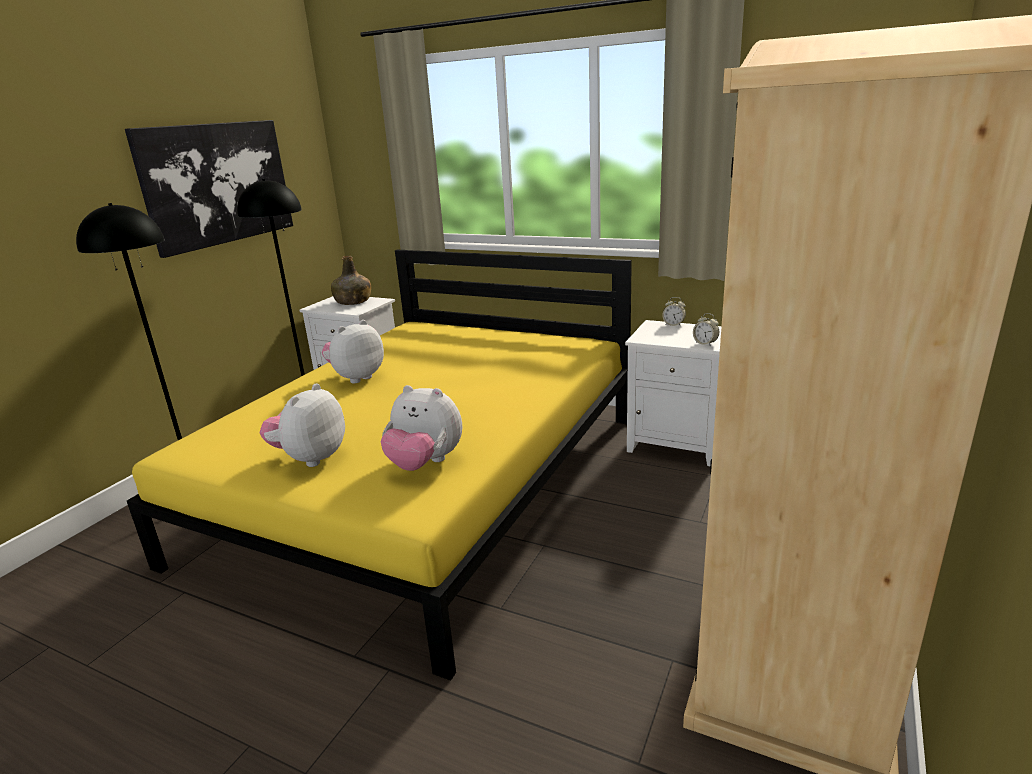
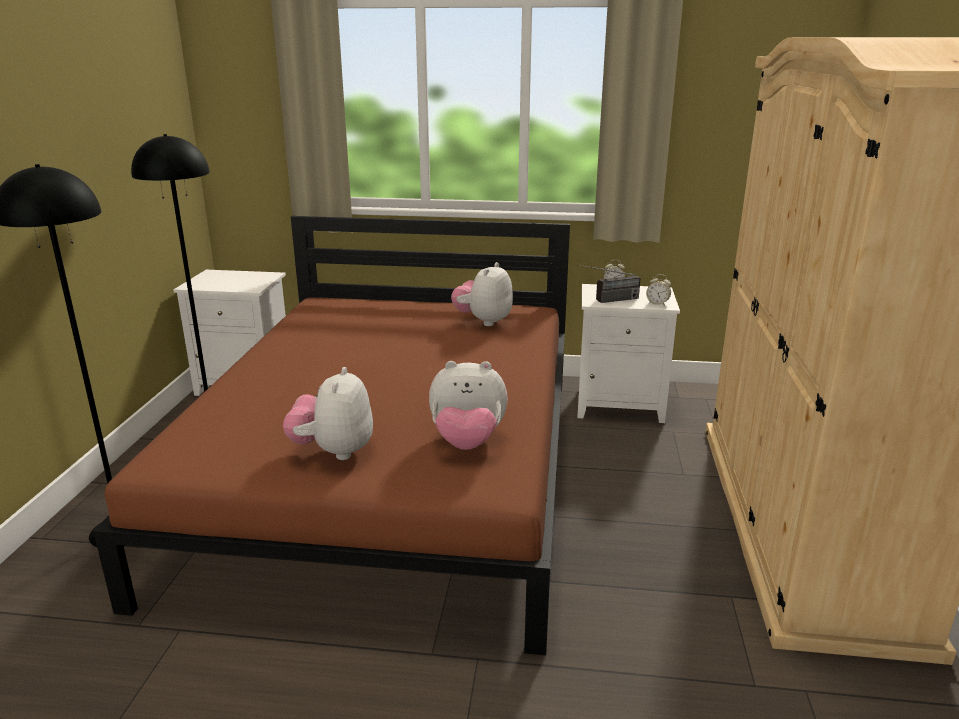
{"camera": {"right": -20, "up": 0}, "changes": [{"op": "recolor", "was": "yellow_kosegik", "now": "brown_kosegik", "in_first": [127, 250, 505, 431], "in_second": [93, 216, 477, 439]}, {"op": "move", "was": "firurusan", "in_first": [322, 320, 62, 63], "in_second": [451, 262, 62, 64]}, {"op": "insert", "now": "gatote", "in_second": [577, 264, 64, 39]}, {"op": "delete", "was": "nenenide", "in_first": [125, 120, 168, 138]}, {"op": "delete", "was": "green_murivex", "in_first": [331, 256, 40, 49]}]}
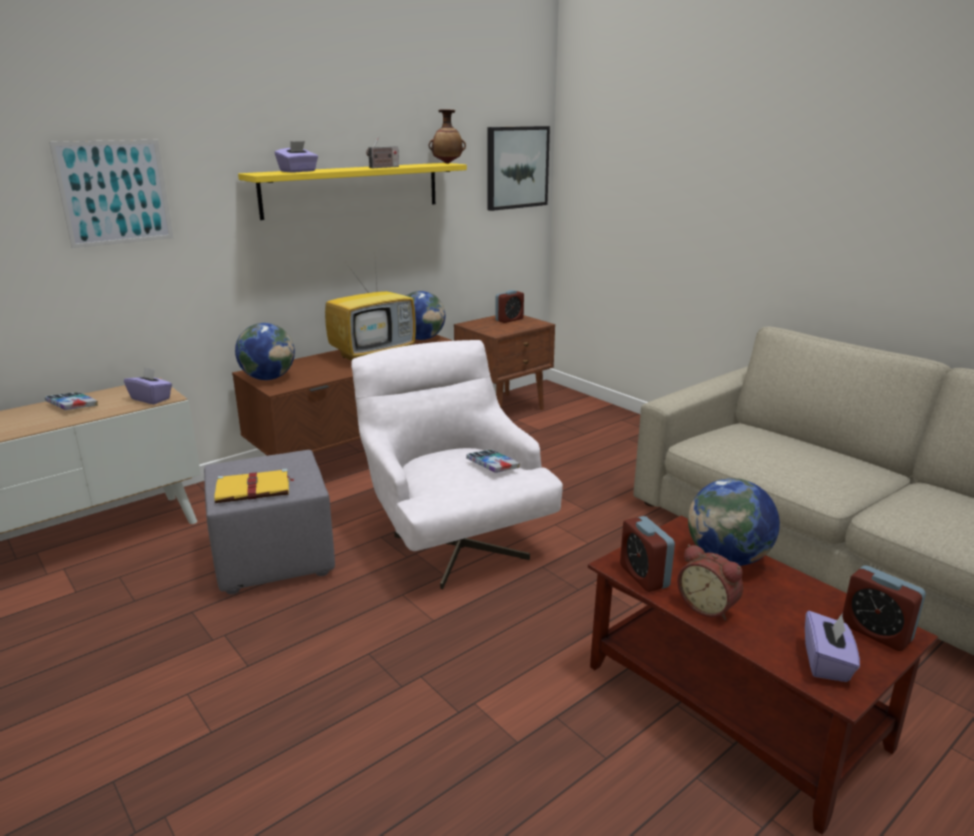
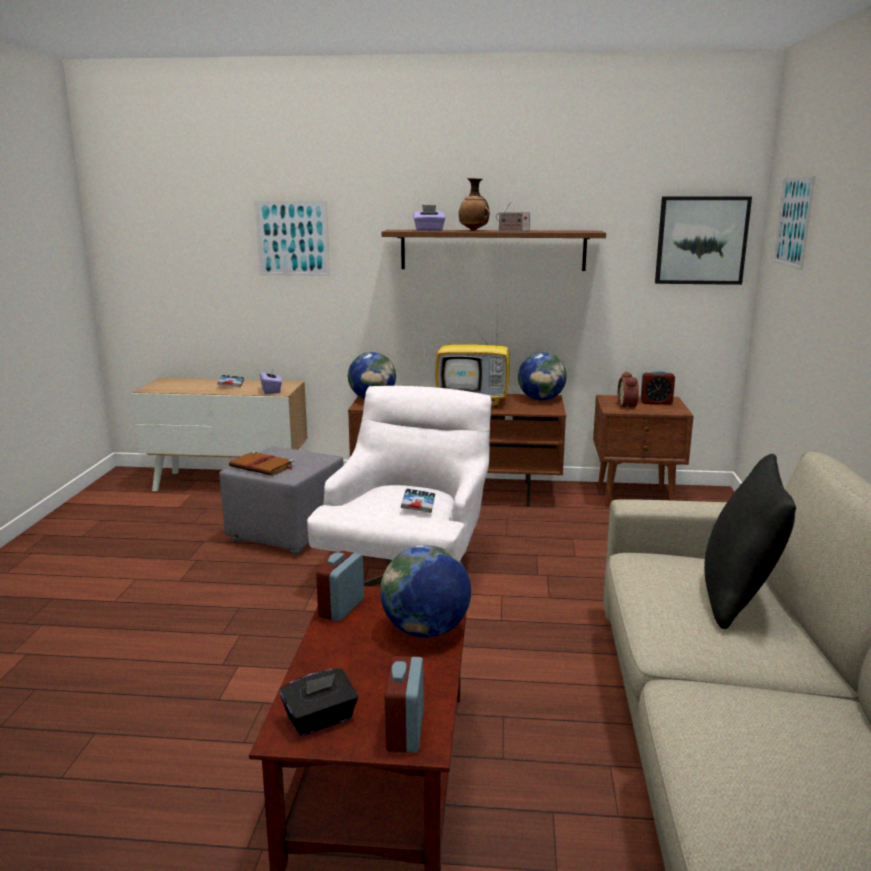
{"camera": {"right": 45, "up": -5}, "changes": [{"op": "recolor", "was": "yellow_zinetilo", "now": "brown_zinetilo", "in_first": [214, 469, 81, 34], "in_second": [229, 451, 65, 25]}, {"op": "recolor", "was": "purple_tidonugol", "now": "black_tidonugol", "in_first": [805, 611, 55, 71], "in_second": [280, 669, 78, 67]}, {"op": "recolor", "was": "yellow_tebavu", "now": "brown_tebavu", "in_first": [238, 163, 229, 57], "in_second": [382, 230, 224, 41]}, {"op": "move", "was": "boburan", "in_first": [429, 109, 37, 55], "in_second": [459, 178, 31, 53]}, {"op": "move", "was": "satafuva", "in_first": [677, 544, 66, 77], "in_second": [618, 372, 21, 38]}, {"op": "insert", "now": "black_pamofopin", "in_second": [704, 454, 92, 175]}, {"op": "insert", "now": "nenenide", "in_second": [773, 176, 42, 95]}]}
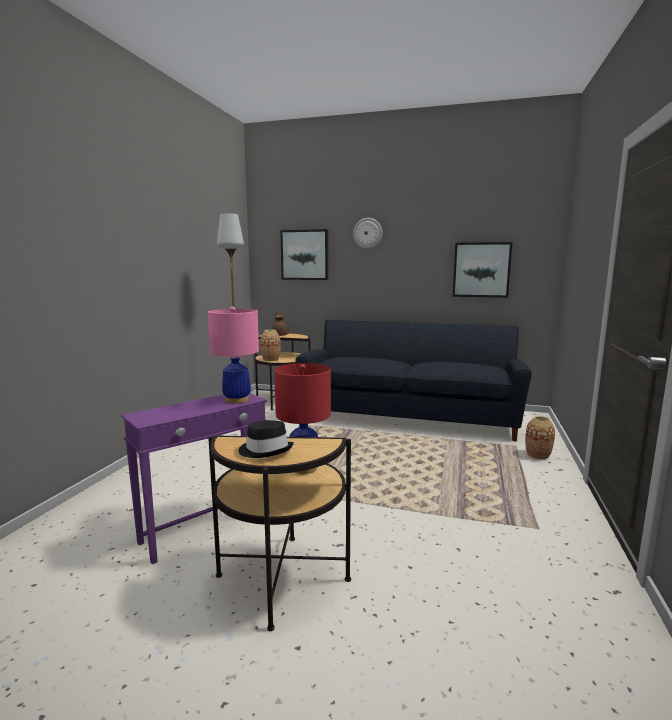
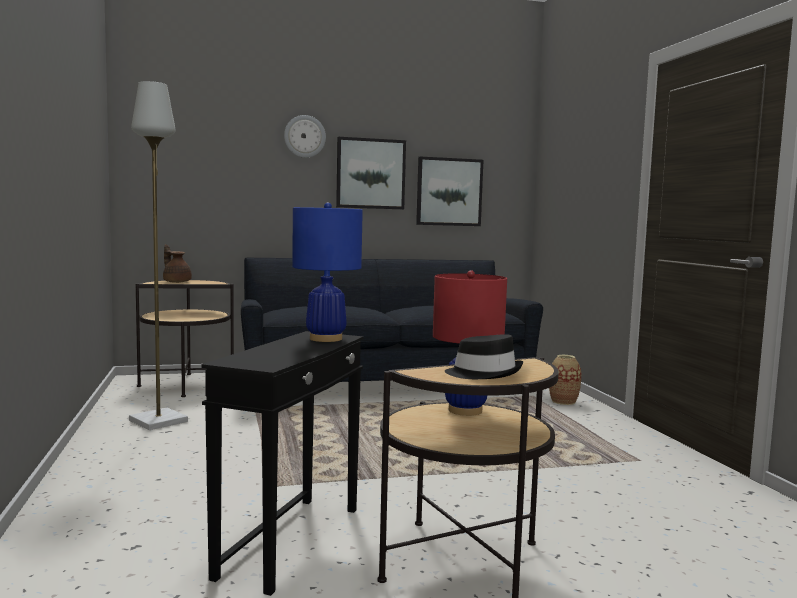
{"camera": {"right": -30, "up": -5}, "changes": [{"op": "recolor", "was": "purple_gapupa", "now": "black_gapupa", "in_first": [121, 393, 146, 172], "in_second": [202, 331, 162, 265]}, {"op": "recolor", "was": "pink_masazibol", "now": "blue_masazibol", "in_first": [208, 307, 51, 96], "in_second": [292, 203, 71, 139]}, {"op": "move", "was": "nenenide", "in_first": [280, 229, 48, 51], "in_second": [336, 137, 70, 72]}, {"op": "delete", "was": "boburan", "in_first": [260, 330, 21, 32]}]}
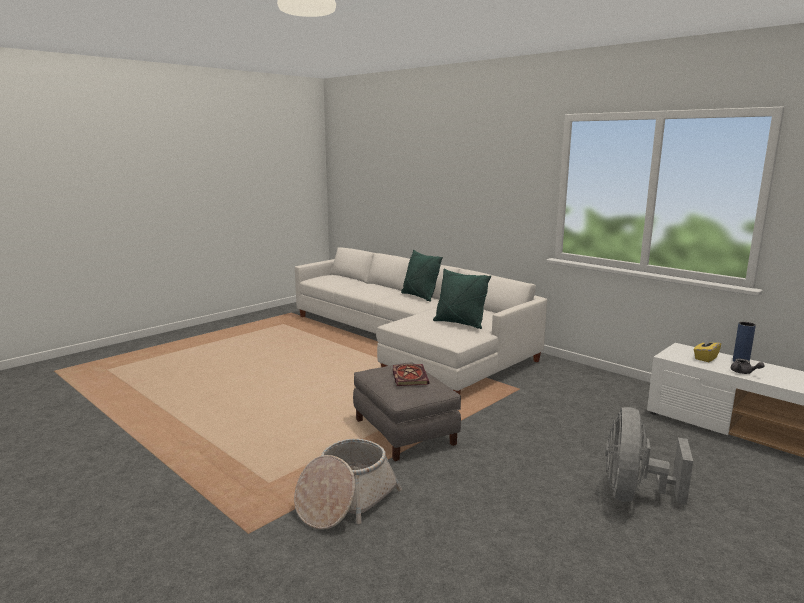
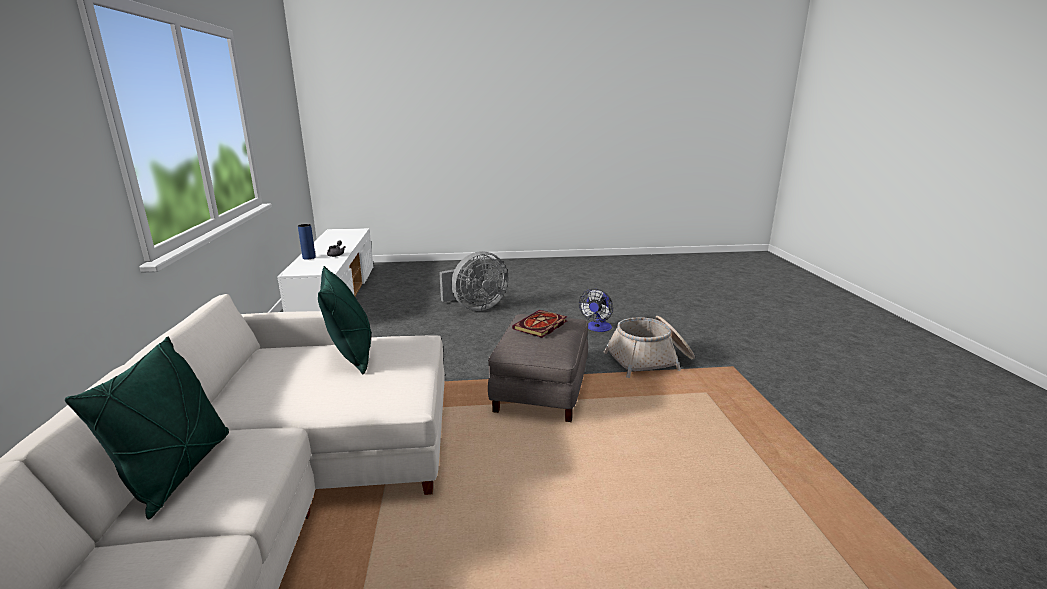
{"camera": {"right": -140, "up": 5}, "changes": [{"op": "insert", "now": "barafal", "in_second": [579, 289, 34, 43]}, {"op": "delete", "was": "yellow_tidonugol", "in_first": [694, 336, 27, 26]}]}
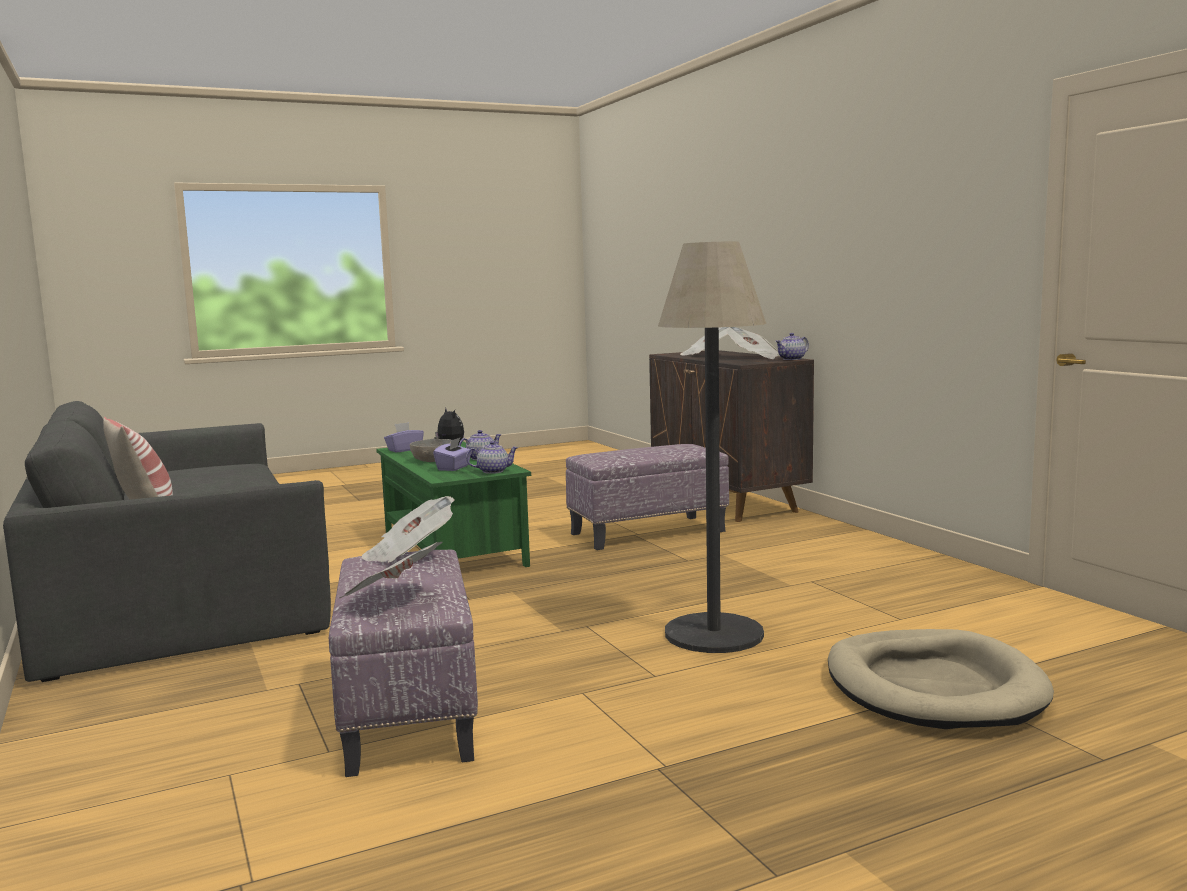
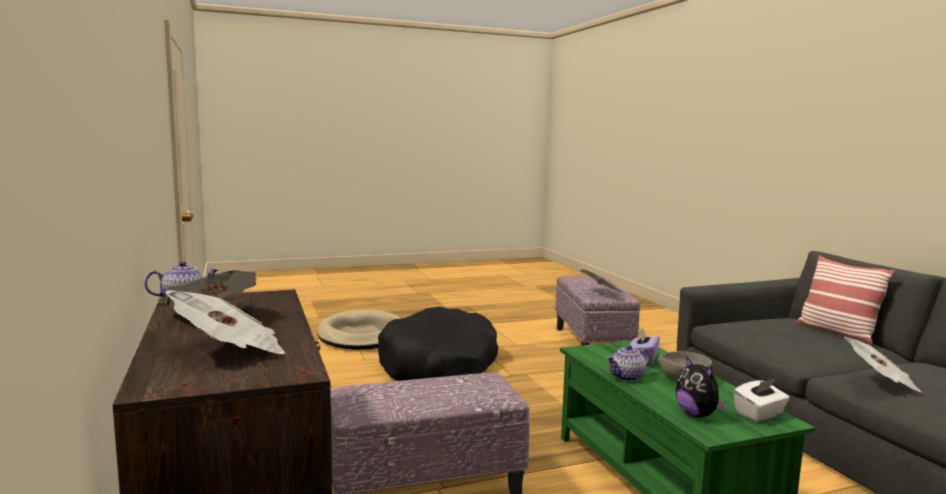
{"camera": {"right": -175, "up": 0}, "changes": [{"op": "replace", "was": "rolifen", "now": "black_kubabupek", "in_first": [658, 241, 108, 412], "in_second": [378, 307, 120, 74]}, {"op": "recolor", "was": "purple_tidonugol", "now": "white_tidonugol", "in_first": [384, 422, 40, 30], "in_second": [733, 379, 56, 43]}, {"op": "move", "was": "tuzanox", "in_first": [340, 542, 103, 56], "in_second": [844, 336, 79, 57]}, {"op": "delete", "was": "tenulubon", "in_first": [466, 441, 52, 33]}]}
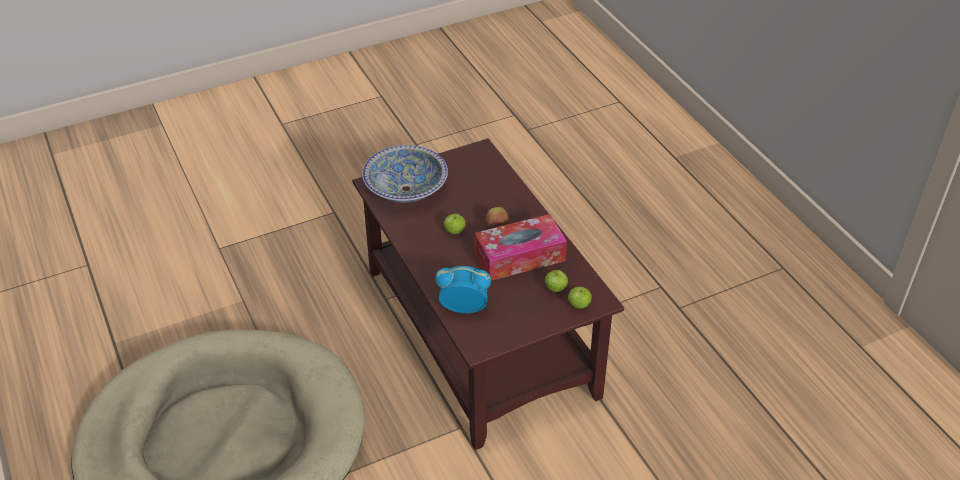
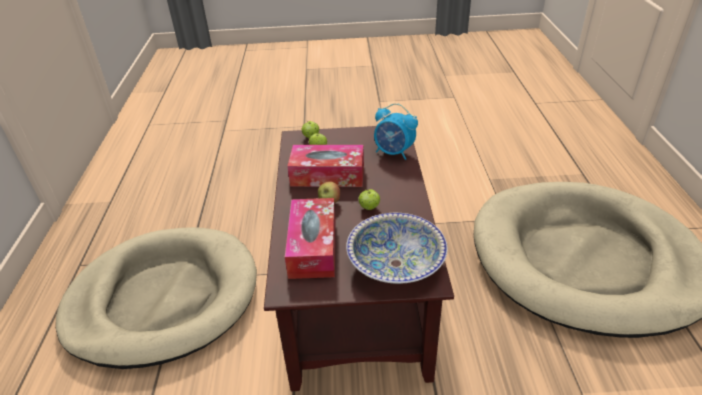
{"camera": {"right": -155, "up": -5}, "changes": [{"op": "insert", "now": "beige_kubabupek", "in_second": [56, 227, 201, 142]}, {"op": "insert", "now": "tidonugol", "in_second": [285, 198, 51, 81]}]}
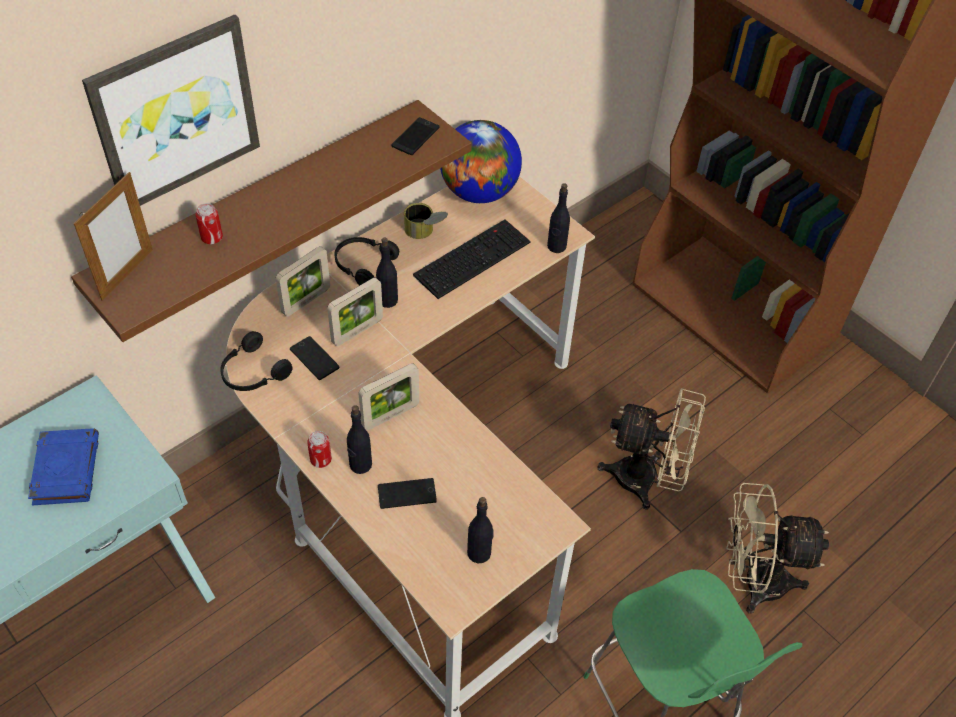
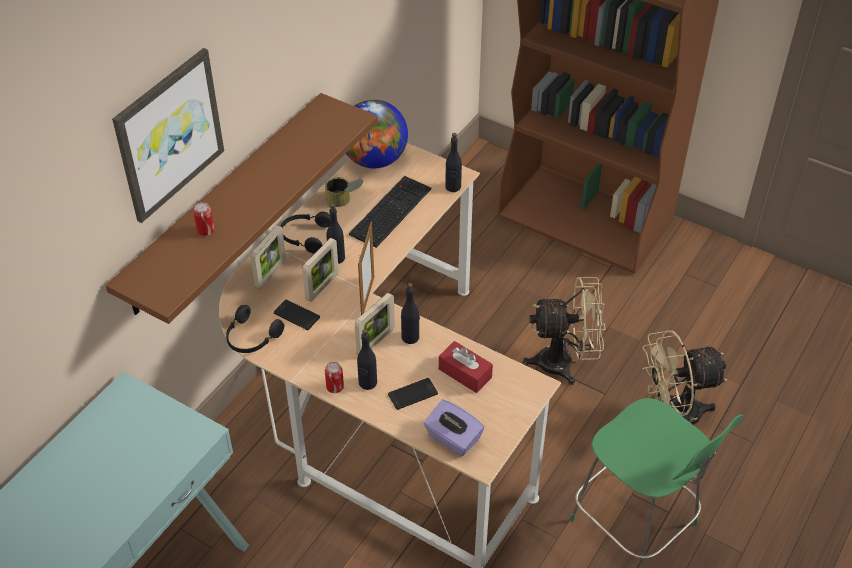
{"camera": {"right": -15, "up": -5}, "changes": [{"op": "move", "was": "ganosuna", "in_first": [74, 172, 79, 129], "in_second": [358, 222, 16, 93]}, {"op": "move", "was": "black_murivex", "in_first": [467, 497, 27, 66], "in_second": [401, 283, 19, 61]}, {"op": "insert", "now": "purple_tidonugol", "in_second": [424, 399, 60, 57]}, {"op": "insert", "now": "red_tidonugol", "in_second": [439, 341, 54, 52]}, {"op": "delete", "was": "blue_zinetilo", "in_first": [28, 428, 71, 77]}, {"op": "delete", "was": "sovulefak", "in_first": [391, 117, 49, 38]}]}
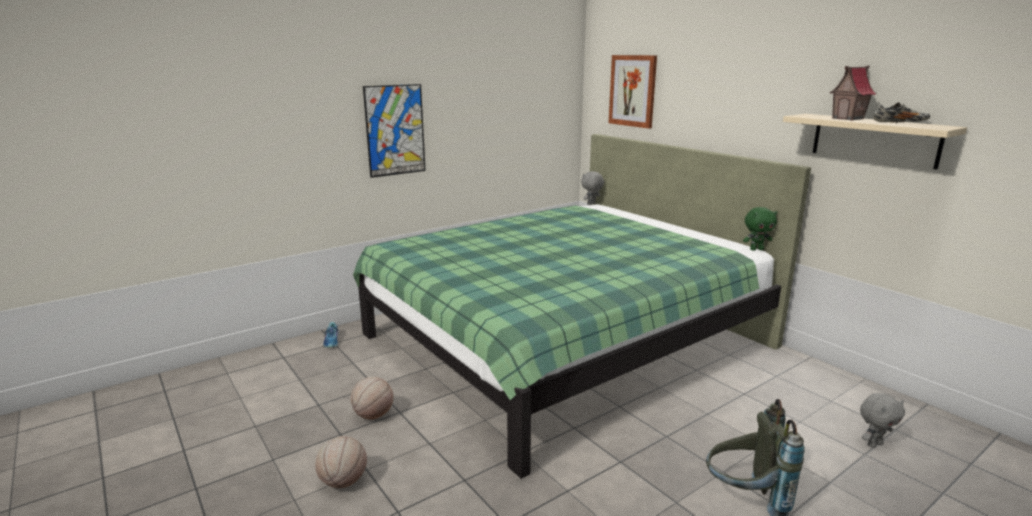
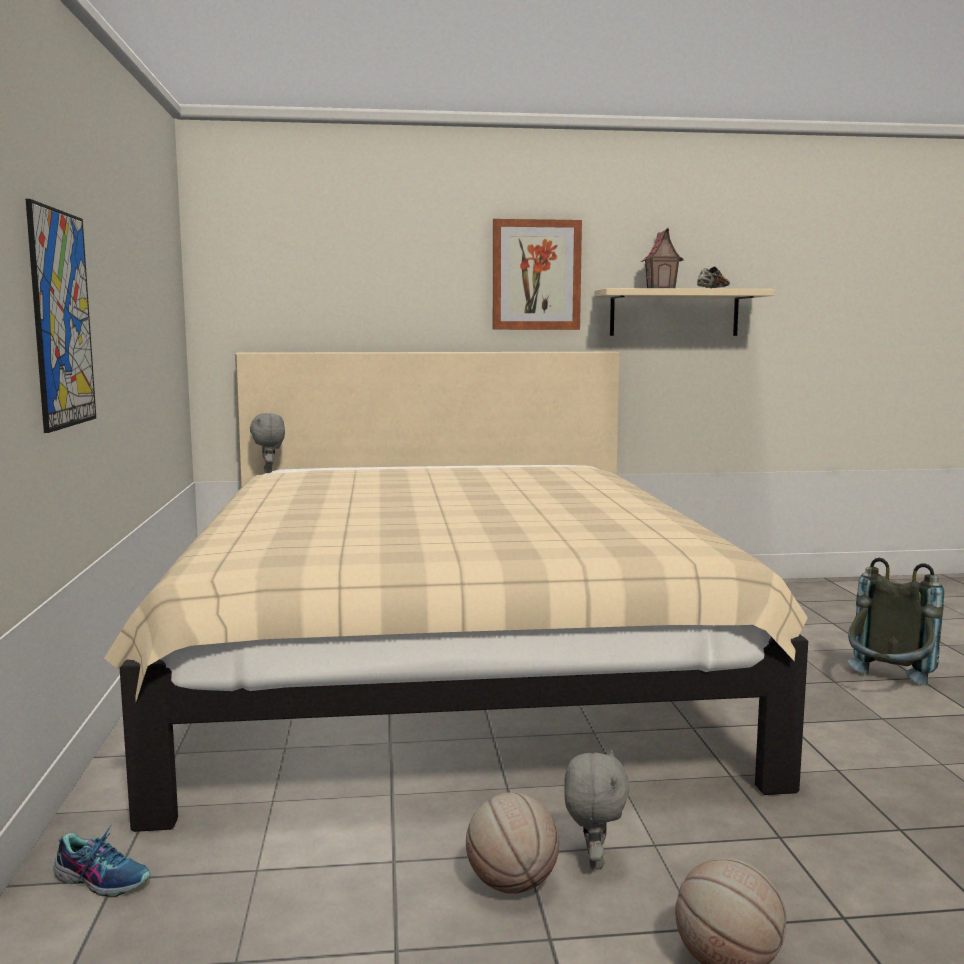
{"camera": {"right": -60, "up": -10}, "changes": [{"op": "recolor", "was": "green_kosegik", "now": "beige_kosegik", "in_first": [353, 134, 458, 345], "in_second": [104, 352, 704, 480]}, {"op": "move", "was": "nenenide", "in_first": [608, 55, 49, 74], "in_second": [493, 219, 89, 111]}, {"op": "move", "was": "grey_firurusan", "in_first": [860, 393, 45, 55], "in_second": [564, 749, 65, 121]}, {"op": "delete", "was": "green_firurusan", "in_first": [743, 207, 34, 44]}]}
